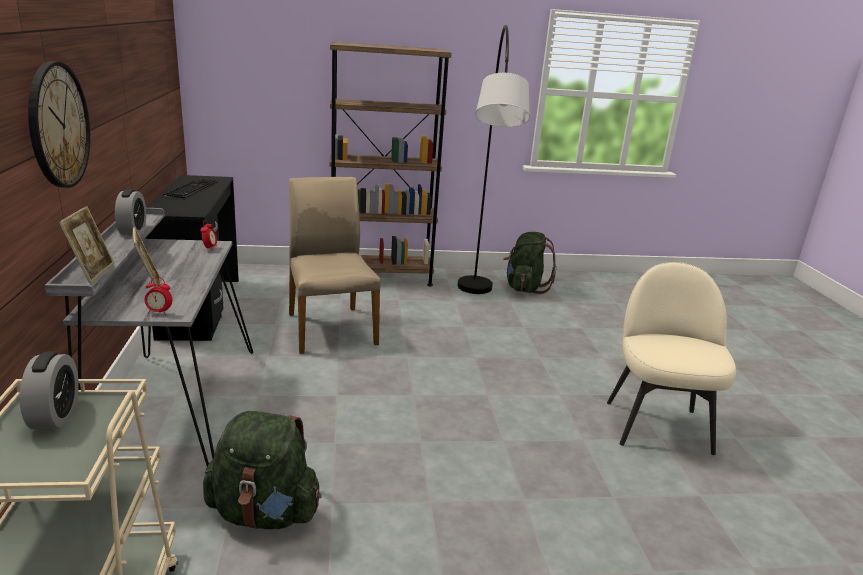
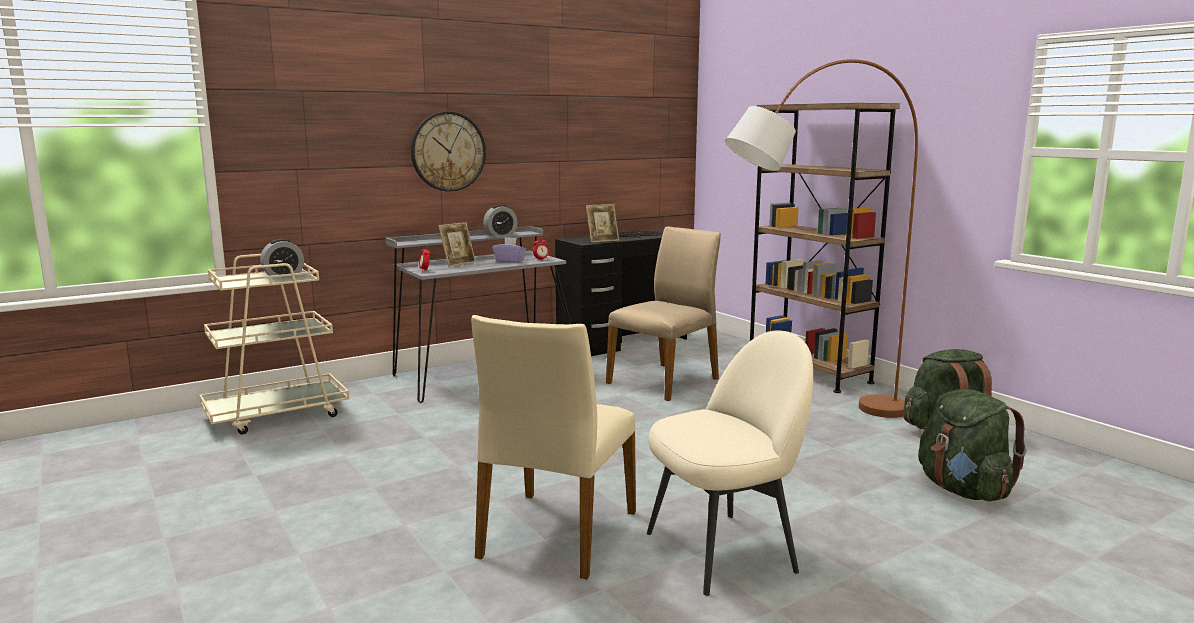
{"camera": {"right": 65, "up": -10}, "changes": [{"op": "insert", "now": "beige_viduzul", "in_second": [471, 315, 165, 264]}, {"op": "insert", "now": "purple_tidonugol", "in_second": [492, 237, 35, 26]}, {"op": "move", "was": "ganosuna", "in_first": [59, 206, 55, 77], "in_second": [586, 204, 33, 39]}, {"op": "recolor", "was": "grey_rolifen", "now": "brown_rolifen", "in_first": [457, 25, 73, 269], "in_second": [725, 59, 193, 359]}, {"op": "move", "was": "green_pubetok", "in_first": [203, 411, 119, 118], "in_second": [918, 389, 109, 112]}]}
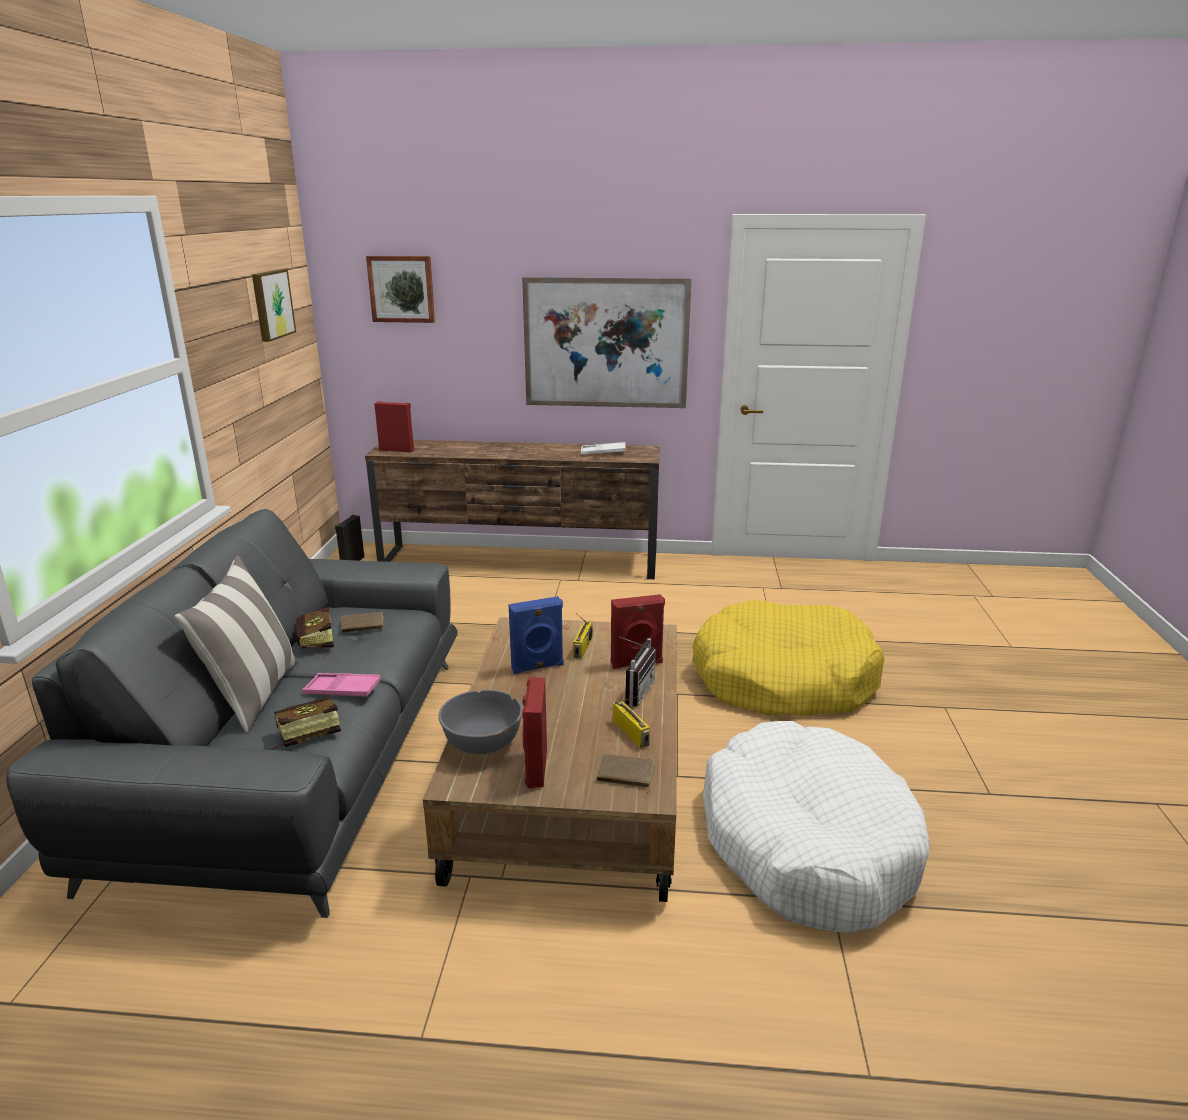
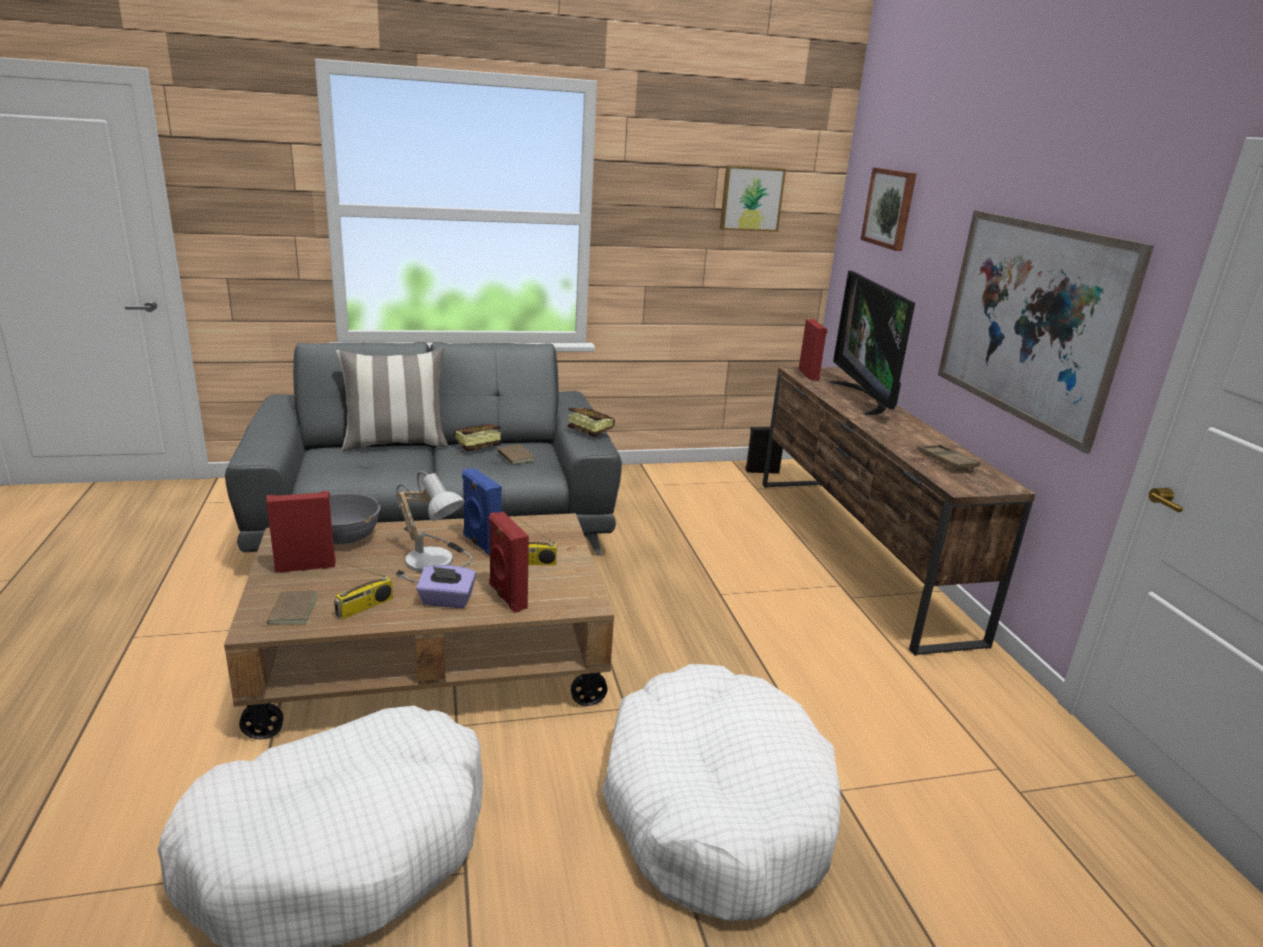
{"camera": {"right": 70, "up": 0}, "changes": [{"op": "insert", "now": "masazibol", "in_second": [396, 471, 76, 112]}, {"op": "replace", "was": "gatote", "now": "purple_tidonugol", "in_first": [619, 636, 37, 70], "in_second": [416, 565, 60, 43]}, {"op": "move", "was": "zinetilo", "in_first": [270, 697, 71, 53], "in_second": [565, 408, 50, 29]}, {"op": "recolor", "was": "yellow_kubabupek", "now": "white_kubabupek", "in_first": [692, 600, 193, 116], "in_second": [602, 664, 239, 257]}, {"op": "insert", "now": "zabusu", "in_second": [829, 271, 86, 144]}, {"op": "recolor", "was": "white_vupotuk", "now": "brown_vupotuk", "in_first": [581, 442, 44, 13], "in_second": [917, 444, 63, 26]}, {"op": "delete", "was": "pink_vupotuk", "in_first": [302, 673, 79, 24]}]}
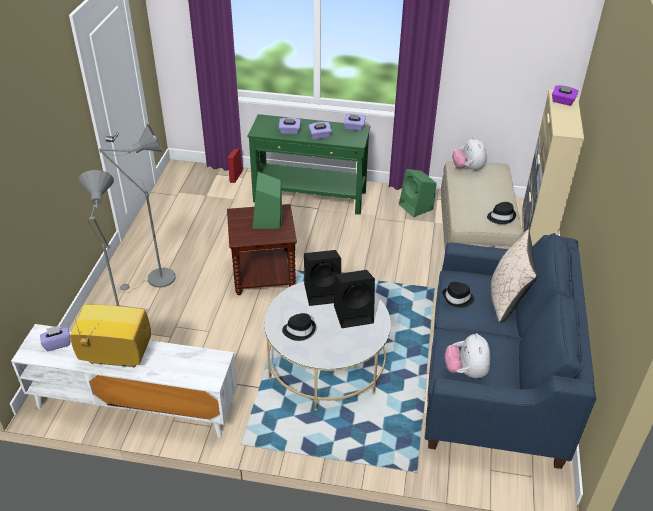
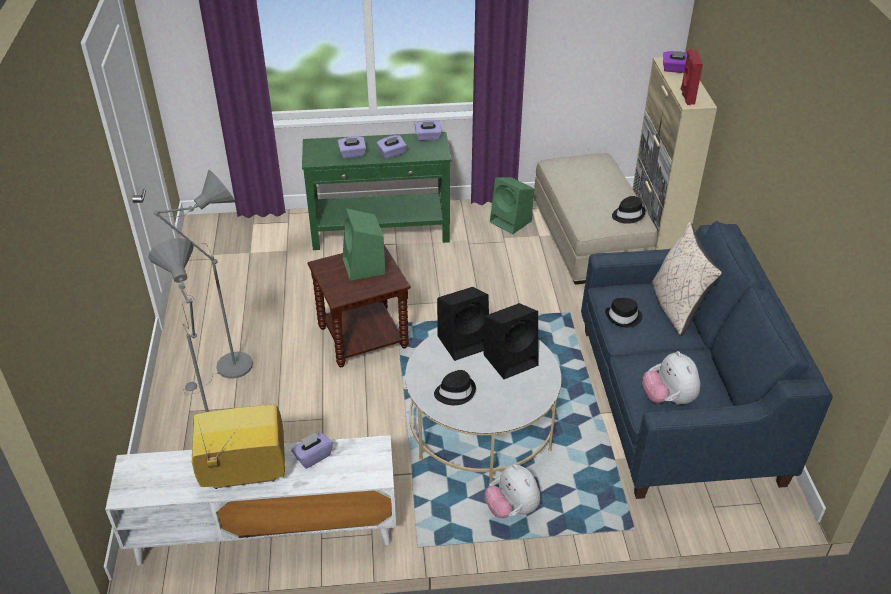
{"camera": {"right": -15, "up": 0}, "changes": [{"op": "move", "was": "purple_tidonugol", "in_first": [40, 326, 30, 25], "in_second": [291, 433, 42, 36]}, {"op": "move", "was": "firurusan", "in_first": [452, 137, 34, 35], "in_second": [485, 464, 55, 54]}, {"op": "move", "was": "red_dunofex", "in_first": [227, 148, 15, 35], "in_second": [681, 49, 22, 56]}]}
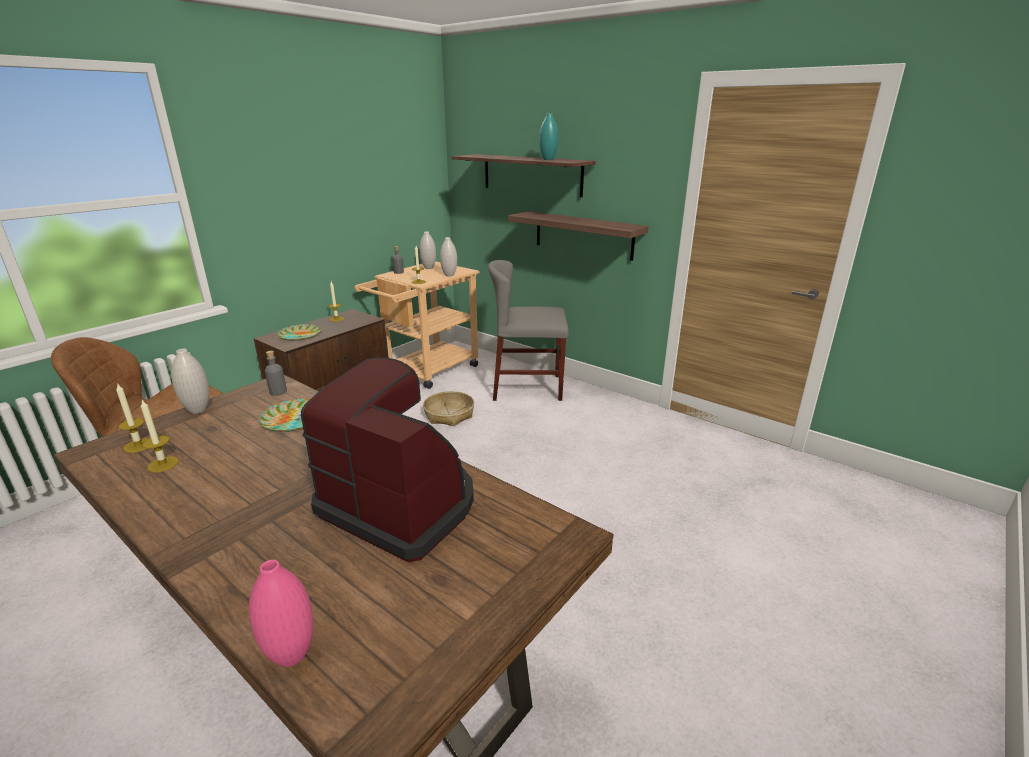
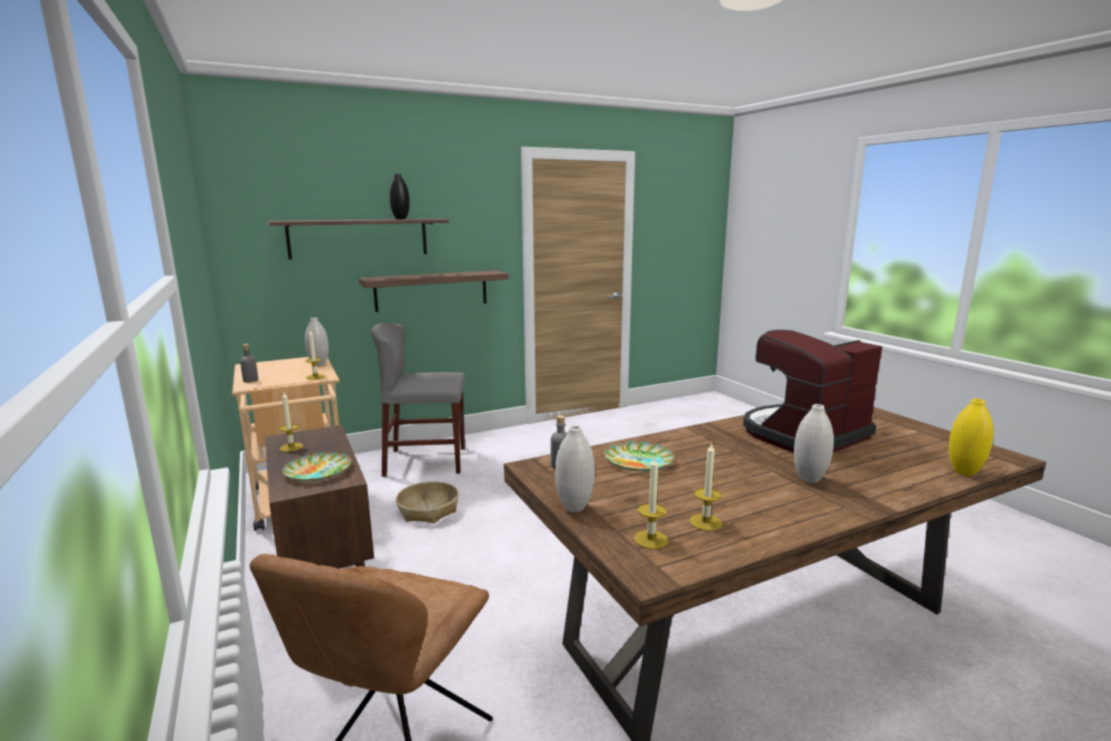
{"camera": {"right": -65, "up": -10}, "changes": [{"op": "rotate", "was": "grey_viduzul", "in_first": [488, 260, 81, 141], "in_second": [371, 323, 94, 154], "clockwise": 60}, {"op": "recolor", "was": "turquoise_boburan", "now": "black_boburan", "in_first": [539, 114, 20, 46], "in_second": [389, 174, 21, 45]}, {"op": "move", "was": "white_boburan", "in_first": [419, 231, 17, 38], "in_second": [794, 404, 40, 79]}, {"op": "recolor", "was": "pink_boburan", "now": "yellow_boburan", "in_first": [249, 560, 64, 107], "in_second": [949, 398, 45, 78]}]}
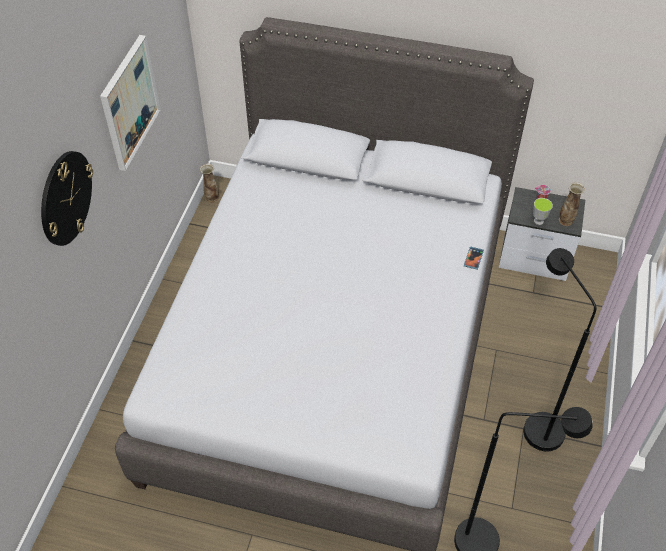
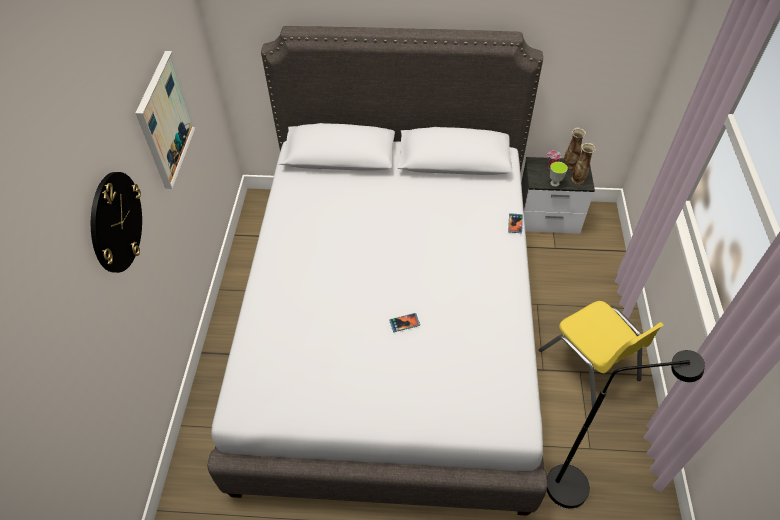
{"camera": {"right": -10, "up": 0}, "changes": [{"op": "insert", "now": "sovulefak", "in_second": [389, 313, 31, 19]}, {"op": "replace", "was": "black_rolifen", "now": "yellow_viduzul", "in_first": [523, 248, 74, 203], "in_second": [539, 301, 125, 106]}, {"op": "move", "was": "boburan", "in_first": [200, 163, 19, 40], "in_second": [564, 127, 22, 42]}]}
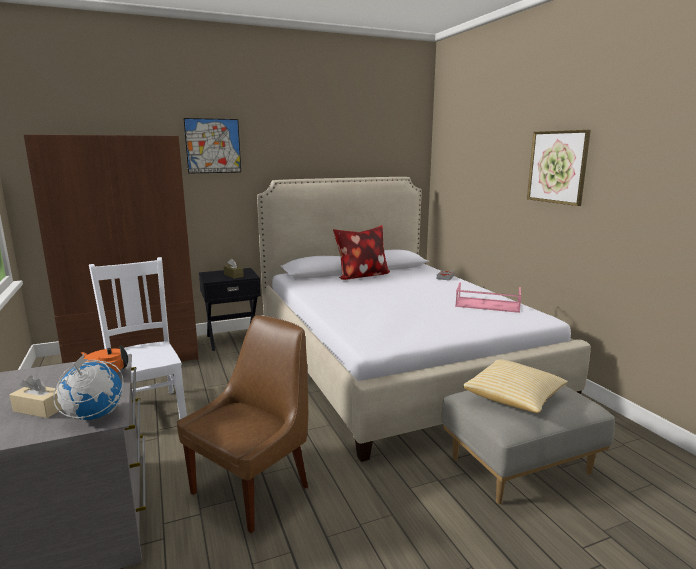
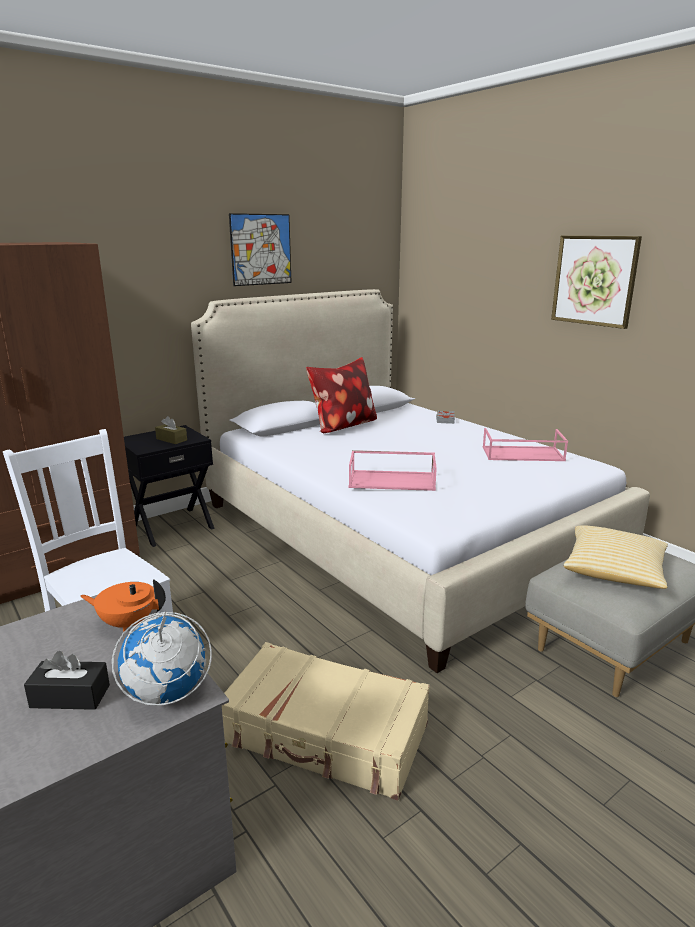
{"camera": {"right": -15, "up": 5}, "changes": [{"op": "recolor", "was": "beige_tidonugol", "now": "black_tidonugol", "in_first": [9, 375, 53, 43], "in_second": [24, 651, 86, 59]}, {"op": "replace", "was": "brown_viduzul", "now": "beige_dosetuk", "in_first": [177, 315, 131, 218], "in_second": [222, 642, 208, 159]}, {"op": "move", "was": "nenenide", "in_first": [183, 118, 58, 55], "in_second": [229, 213, 63, 73]}, {"op": "insert", "now": "pink_vupotuk", "in_second": [349, 450, 88, 41]}]}
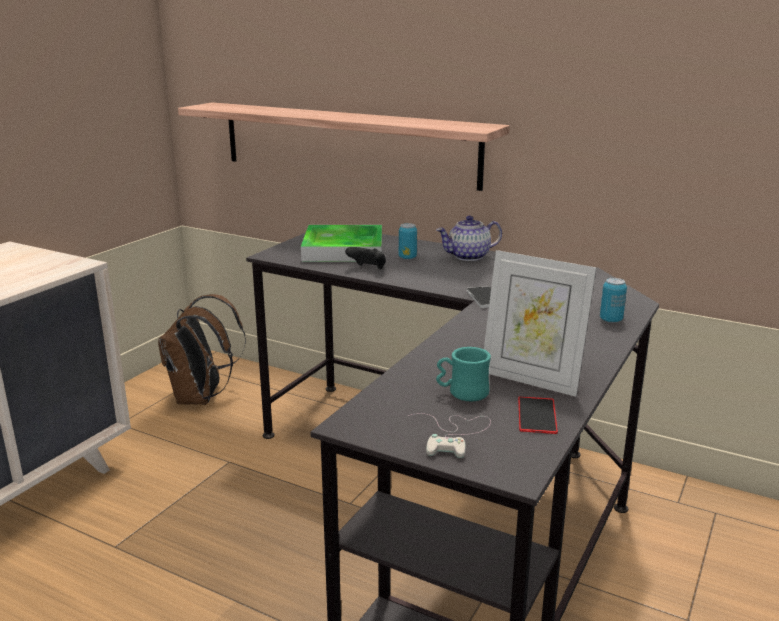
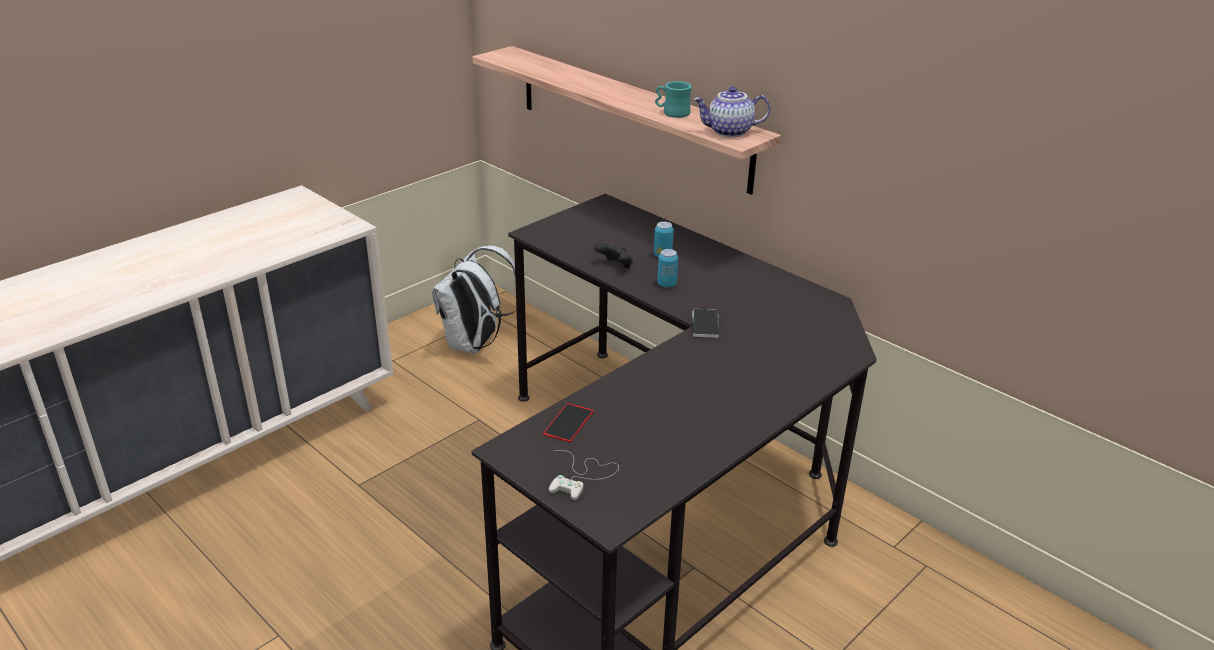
{"camera": {"right": 15, "up": 10}, "changes": [{"op": "recolor", "was": "brown_pubetok", "now": "white_pubetok", "in_first": [158, 294, 88, 111], "in_second": [432, 246, 85, 108]}, {"op": "move", "was": "sovulefak", "in_first": [518, 396, 40, 38], "in_second": [543, 403, 50, 40]}, {"op": "move", "was": "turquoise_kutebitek", "in_first": [436, 347, 55, 54], "in_second": [655, 81, 37, 37]}, {"op": "move", "was": "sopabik", "in_first": [600, 278, 27, 45], "in_second": [657, 249, 21, 38]}, {"op": "move", "was": "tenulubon", "in_first": [436, 216, 66, 45], "in_second": [693, 87, 77, 50]}, {"op": "delete", "was": "vupotuk", "in_first": [301, 225, 81, 37]}, {"op": "delete", "was": "ganosuna", "in_first": [484, 250, 112, 147]}]}
